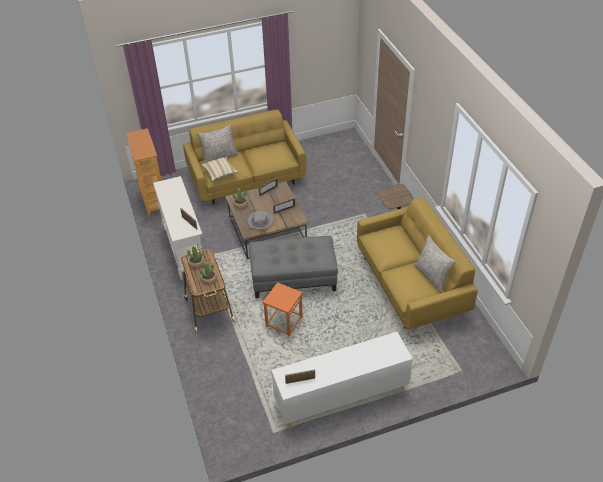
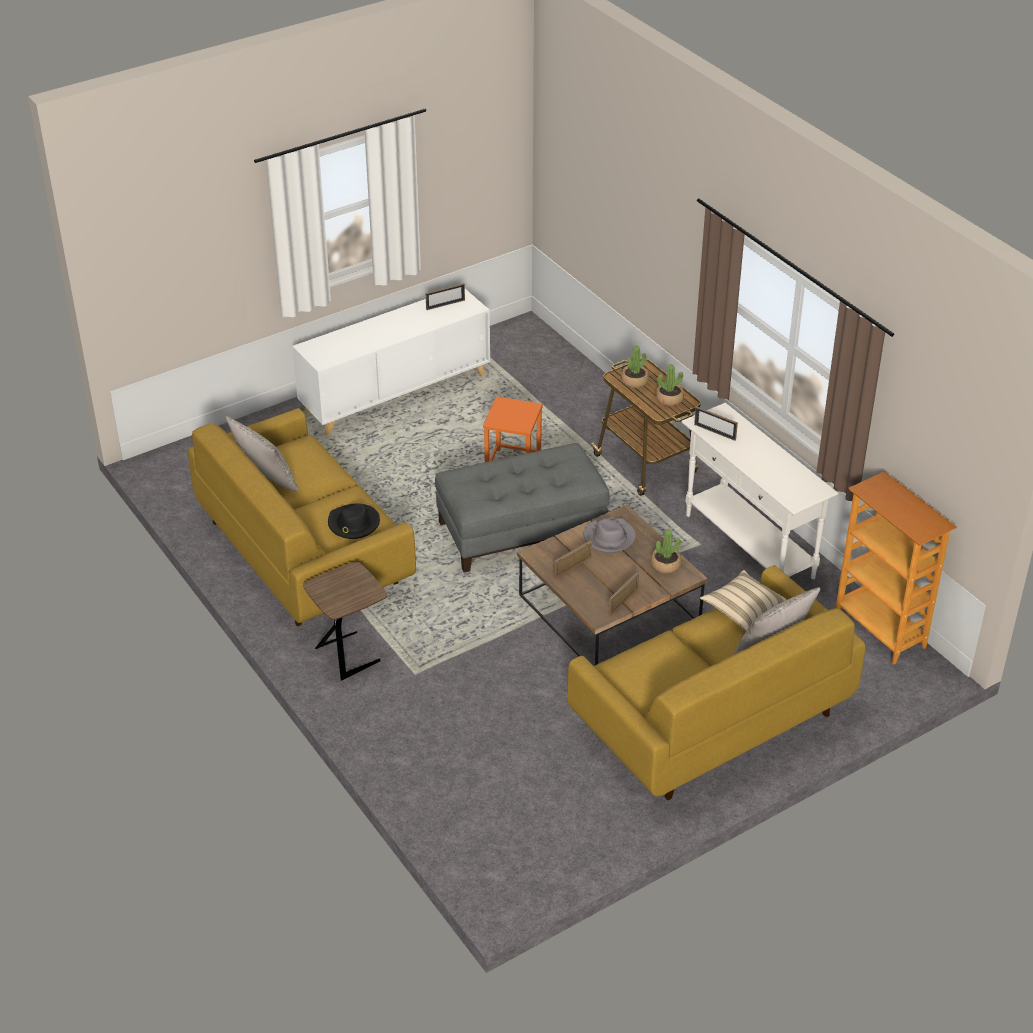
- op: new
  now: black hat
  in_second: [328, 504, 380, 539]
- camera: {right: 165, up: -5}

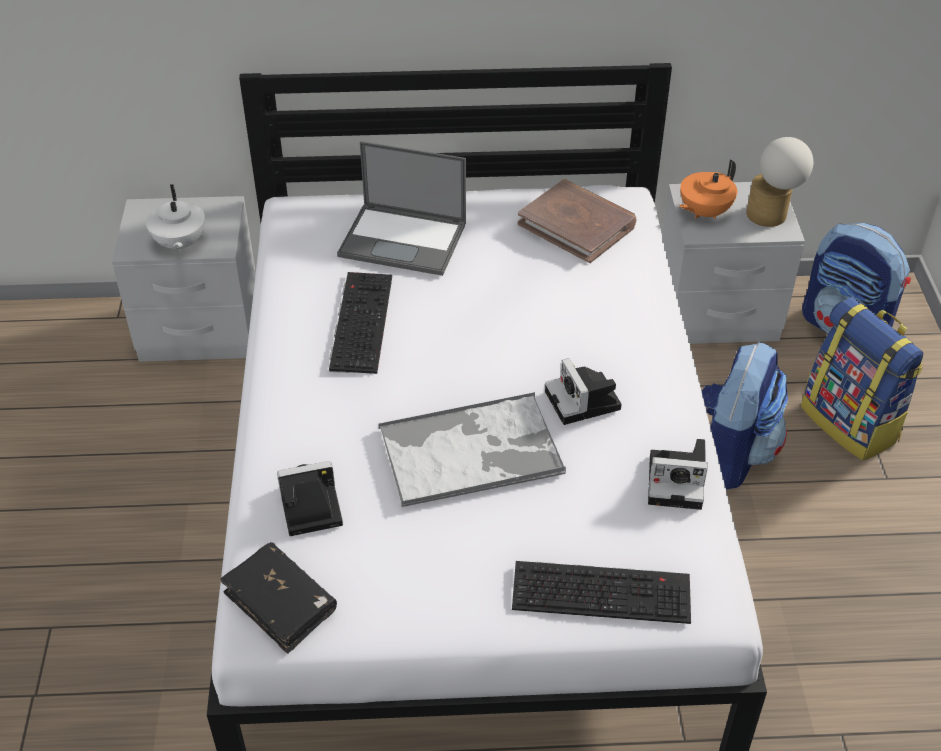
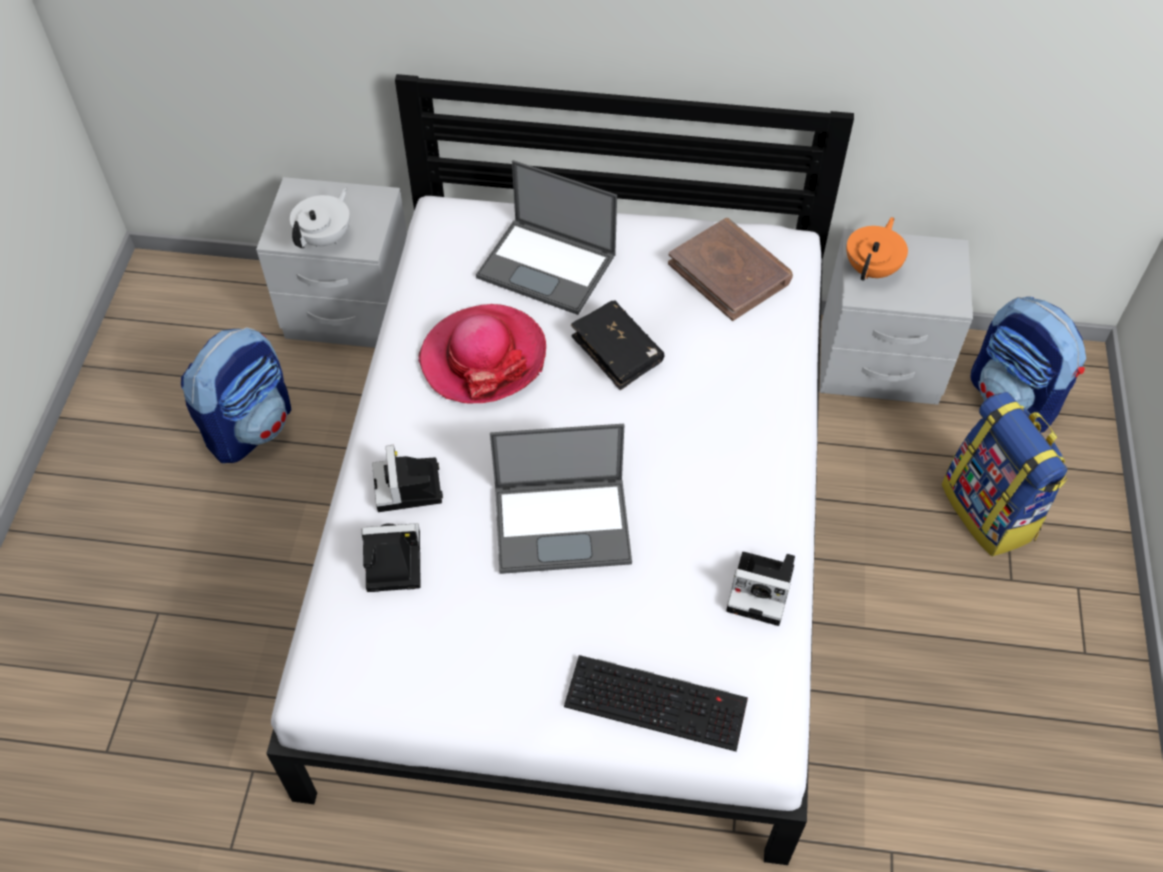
- op: shifted
  was: knapsack
  in_first: [701, 342, 788, 489]
  in_second: [181, 327, 292, 463]
- op: rotated
  was: white-coloured tea pot
  in_first: [146, 184, 205, 253]
  in_second: [290, 187, 350, 248]
  clockwise: -150
- op: shifted
  was: still camera
  in_first: [545, 358, 621, 425]
  in_second: [372, 445, 443, 512]
- op: swapped
  was: computer keyboard
  now: hat
  in_first: [329, 272, 392, 374]
  in_second: [418, 304, 546, 403]
- op: swapped
  was: tray
  now: portable computer
  in_first: [379, 392, 566, 507]
  in_second: [490, 424, 632, 574]
- op: shifted
  was: black book
  in_first: [220, 542, 337, 654]
  in_second: [571, 300, 664, 390]
- op: rotated
  was: orange-coloured tea pot
  in_first: [679, 160, 737, 219]
  in_second: [846, 217, 908, 281]
  clockwise: 150
- op: gone
  was: tabletop lamp
  in_first: [746, 137, 813, 227]
- camera: {right: 10, up: 10}

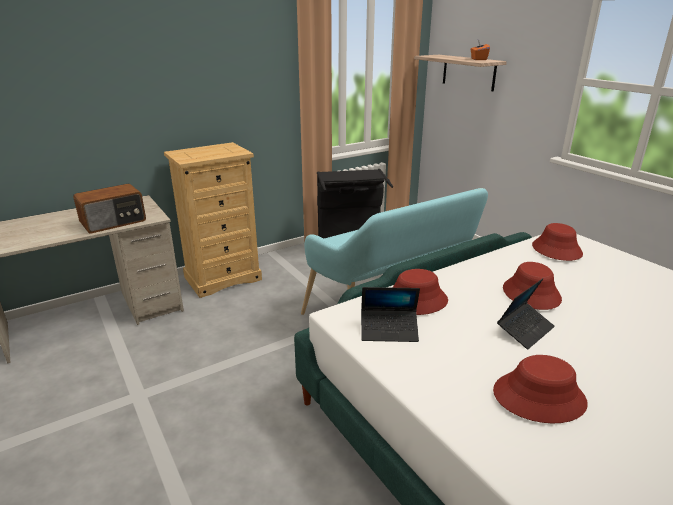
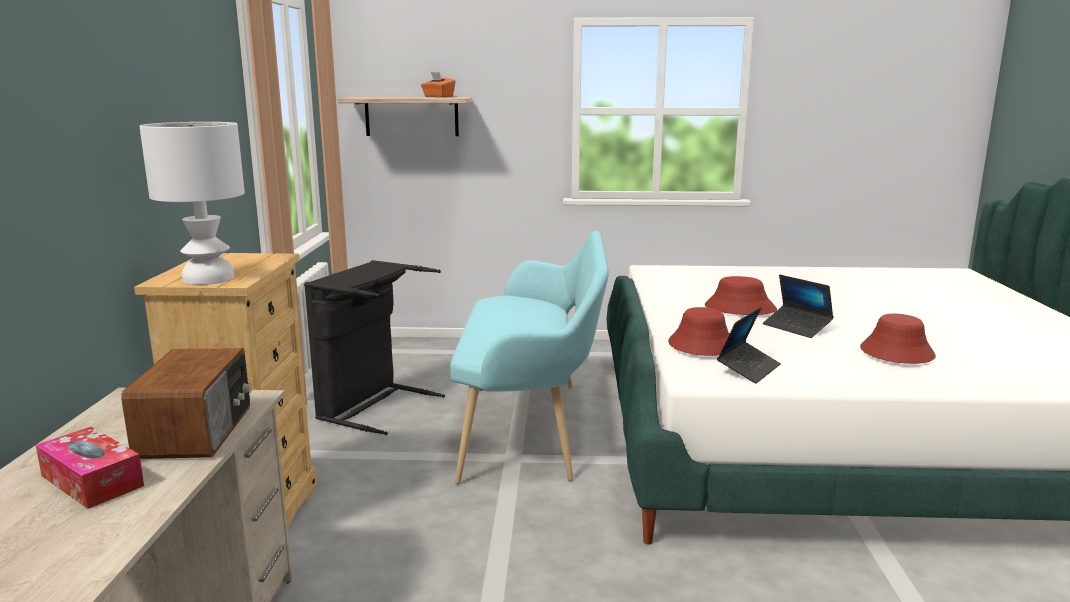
- op: new
  now: tissue holder
  in_second: [36, 427, 144, 509]
- op: new
  now: white-coloured tabletop lamp
  in_second: [139, 122, 245, 285]
- op: rotated
  was: portable computer
  in_first: [497, 279, 555, 349]
  in_second: [763, 275, 834, 338]
  clockwise: 150
- op: gone
  was: reddish hat
  in_first: [532, 223, 583, 261]
- camera: {right: -55, up: -10}

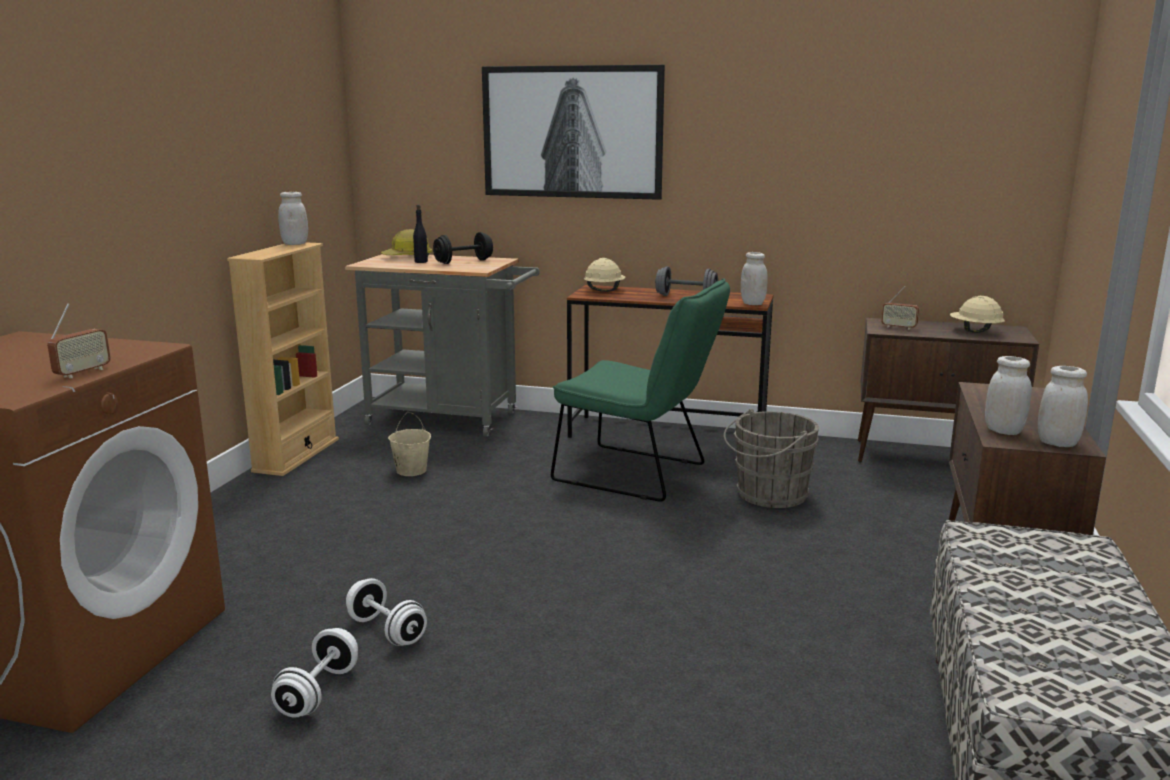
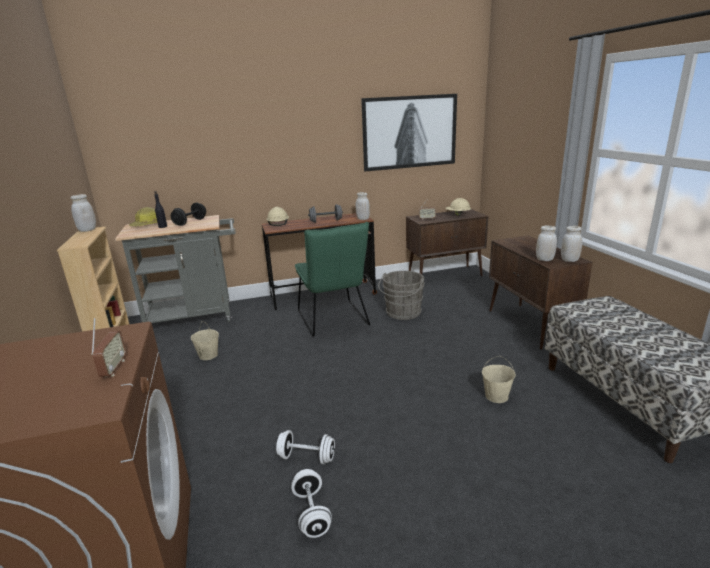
- op: rotated
  was: green-coloured upright chair
  in_first: [551, 278, 730, 502]
  in_second: [295, 222, 370, 337]
  clockwise: 75
- op: shifted
  was: wall art
  in_first: [482, 65, 665, 200]
  in_second: [361, 94, 457, 171]
- op: new
  now: beige-coloured pail
  in_second: [482, 356, 516, 403]
- camera: {right: -30, up: 5}

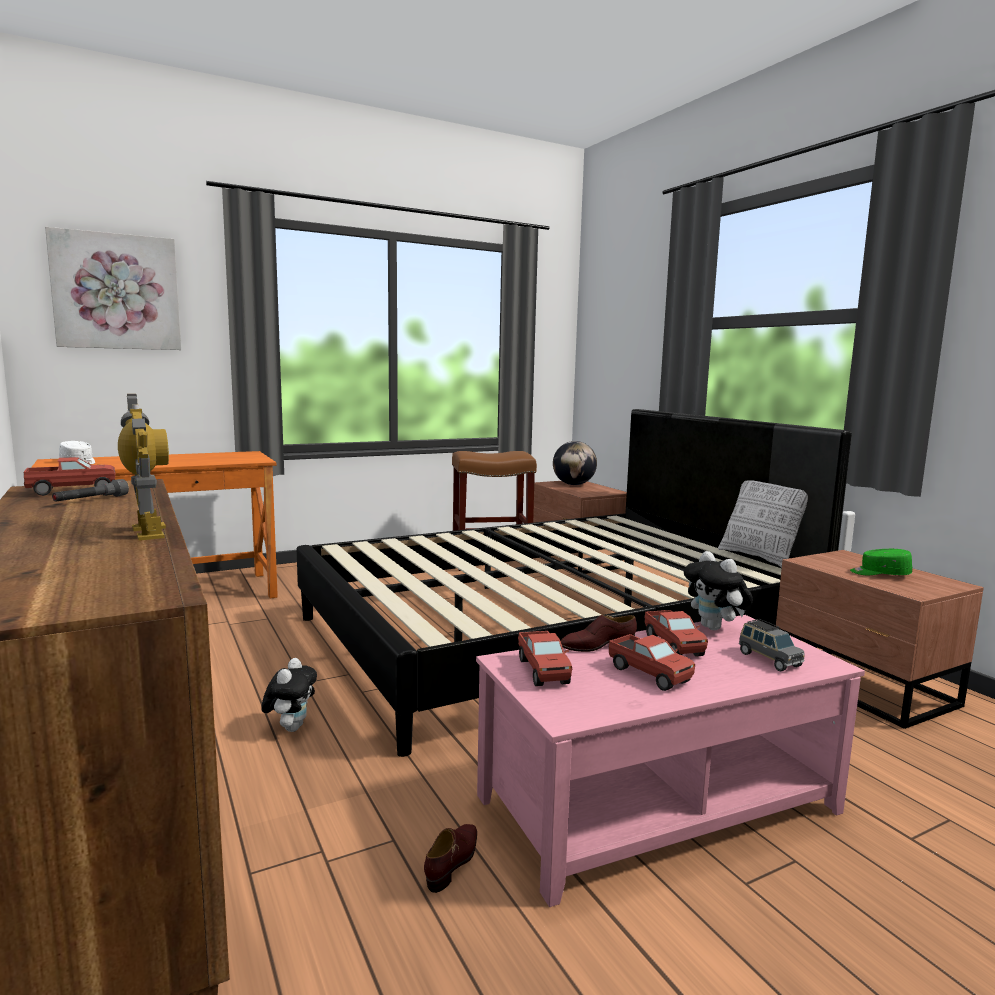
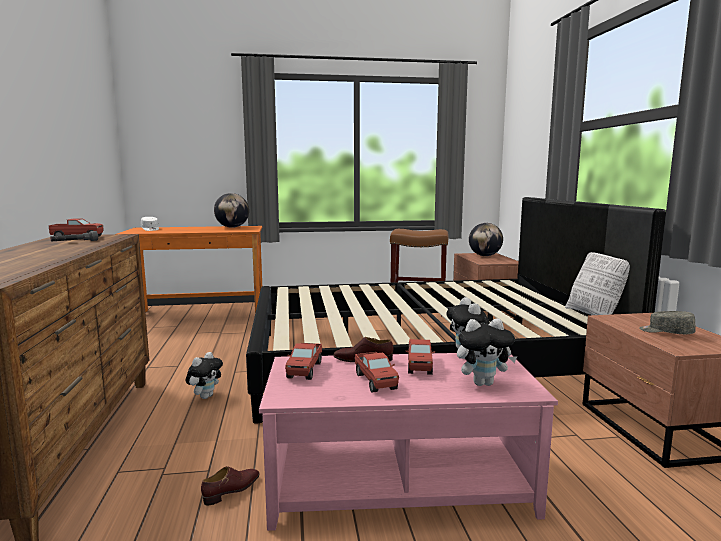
- op: new
  now: world globe
  in_second: [214, 193, 249, 228]
- op: swapped
  was: gray miniature car
  now: cuddly toy
  in_first: [739, 619, 804, 671]
  in_second: [457, 318, 517, 386]
- op: repainted
  was: green-coloured cap
  now: gray cap
  in_first: [850, 549, 912, 575]
  in_second: [639, 311, 696, 334]
- op: gone
  was: wall art
  in_first: [45, 227, 181, 350]
- op: gone
  was: robot figure
  in_first: [118, 394, 169, 541]
- camera: {right: 20, up: 0}

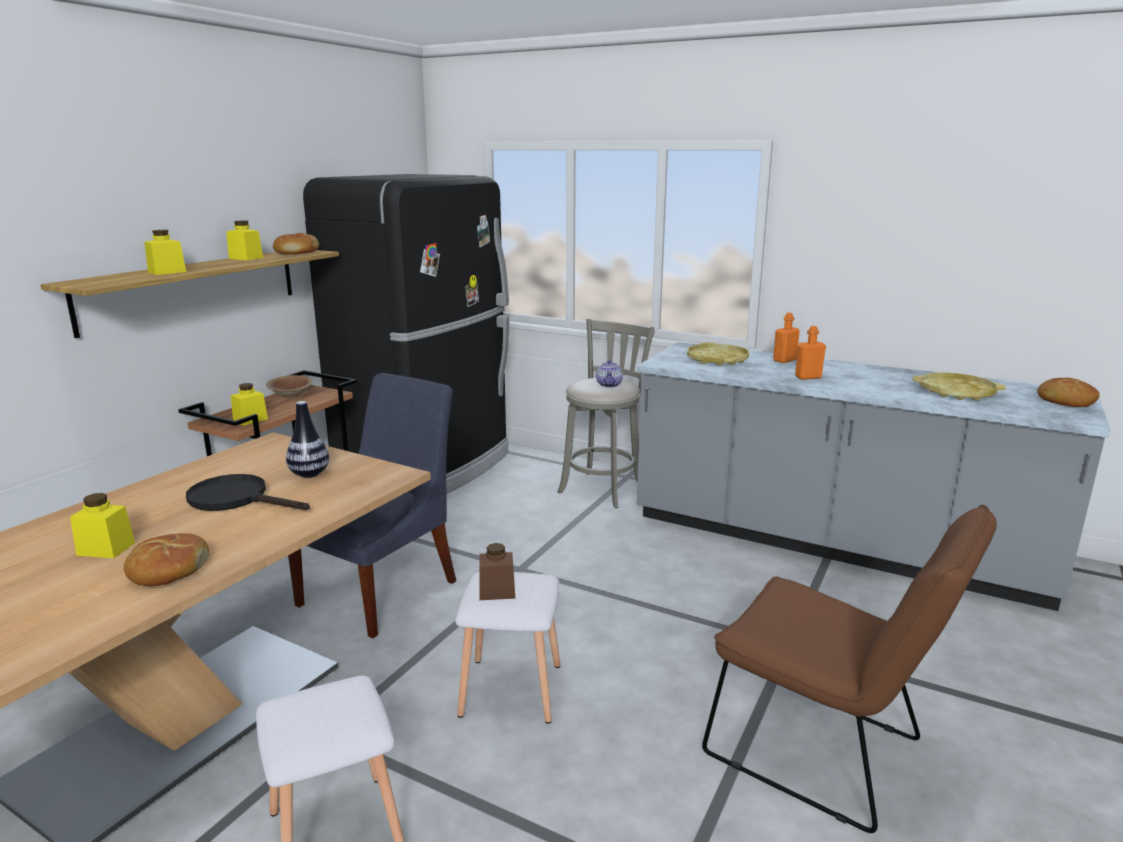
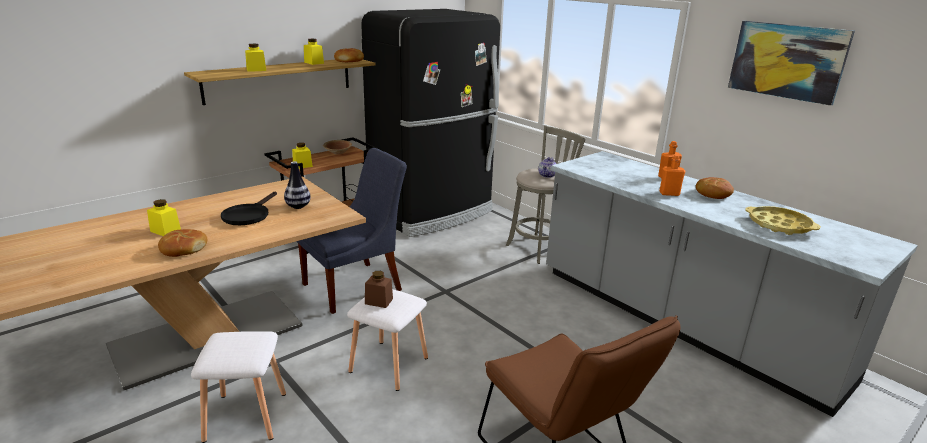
- op: rotated
  was: black skillet
  in_first: [186, 474, 310, 511]
  in_second: [221, 191, 277, 225]
  clockwise: -120
- op: shifted
  was: baked bread
  in_first: [1037, 378, 1100, 407]
  in_second: [696, 177, 734, 199]
- op: new
  now: wall art
  in_second: [728, 21, 855, 106]
- op: gone
  was: yellow-coloured tray
  in_first: [687, 342, 749, 366]
- camera: {right: 20, up: 5}

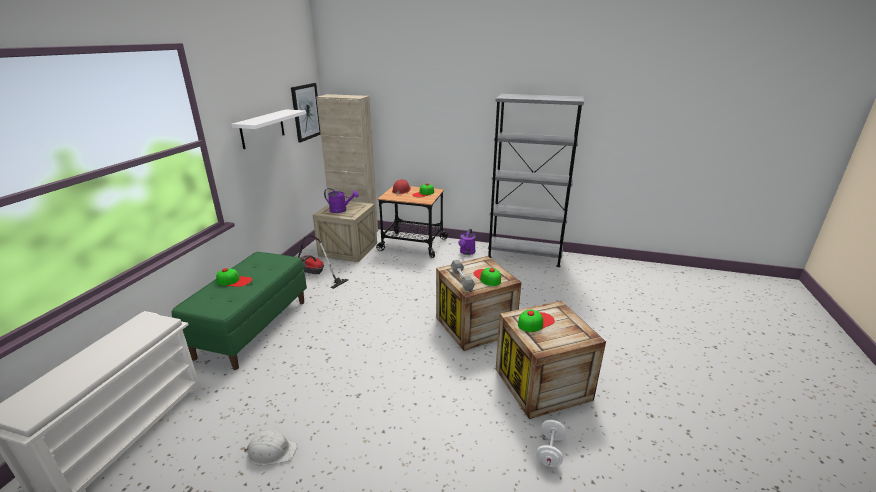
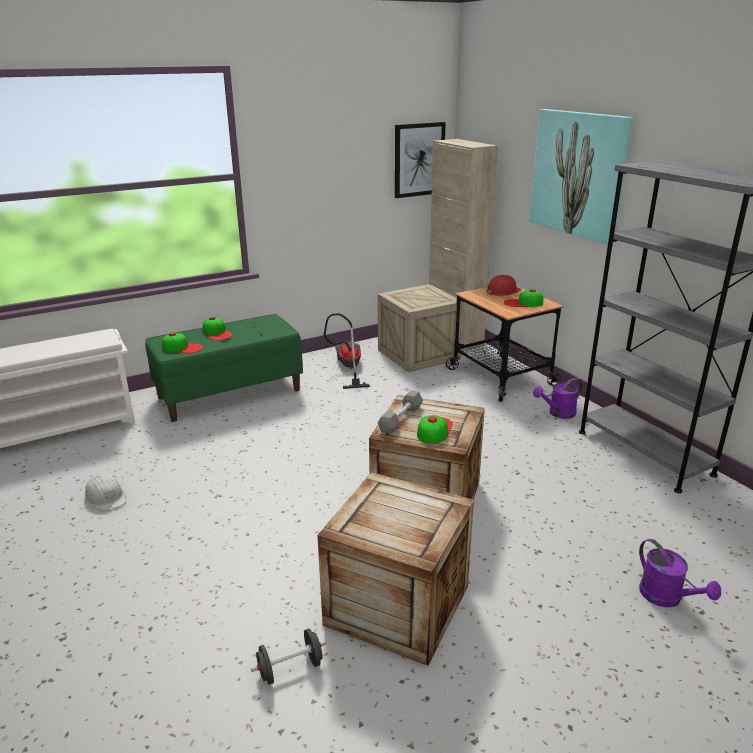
- op: shifted
  was: cap
  in_first: [518, 309, 555, 332]
  in_second: [162, 332, 203, 353]
- op: repainted
  was: white-coloured dumbbell
  now: black dumbbell
  in_first: [536, 420, 566, 467]
  in_second: [251, 629, 327, 685]
- op: new
  now: wall art
  in_second: [529, 109, 633, 245]
- op: shifted
  was: purple watering pot
  in_first: [324, 188, 359, 213]
  in_second: [639, 539, 721, 607]
- op: gone
  was: white-coloured shelf
  in_first: [231, 109, 306, 149]
- camera: {right: 45, up: 0}

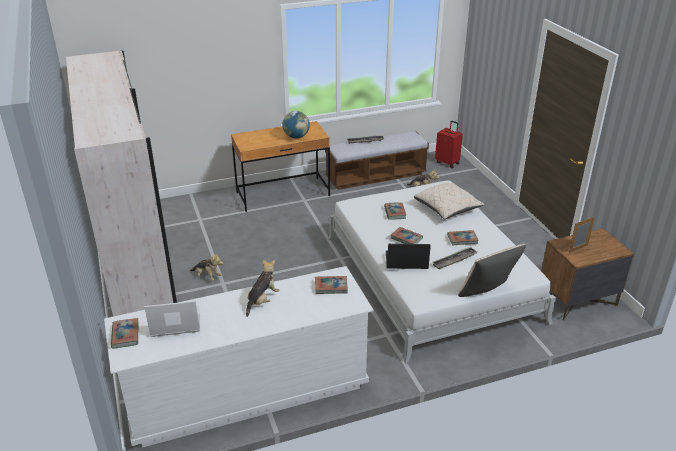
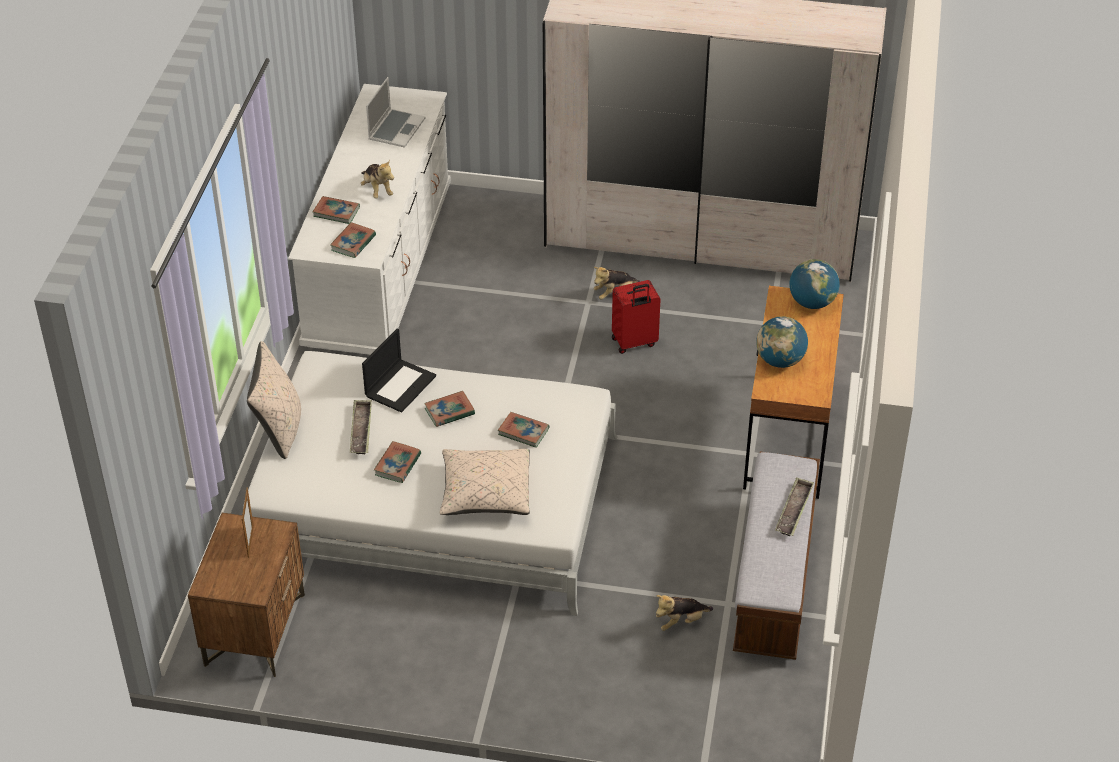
- op: shifted
  was: book
  in_first: [111, 318, 138, 349]
  in_second: [313, 196, 360, 224]
- op: shifted
  was: reddish travel case
  in_first: [435, 121, 463, 168]
  in_second: [612, 280, 661, 354]
- op: new
  now: world globe
  in_second: [789, 259, 840, 309]
- camera: {right: 120, up: 10}

